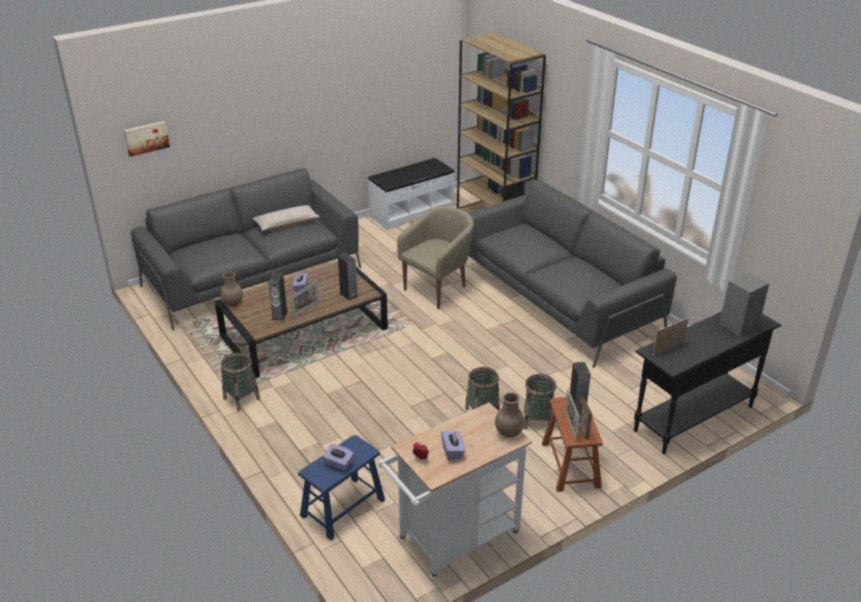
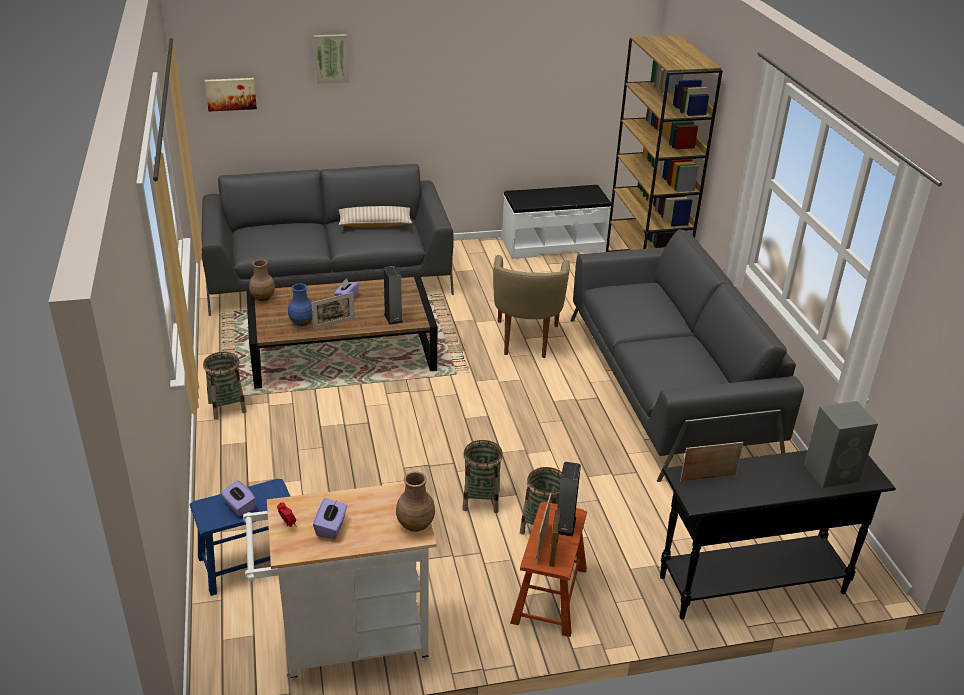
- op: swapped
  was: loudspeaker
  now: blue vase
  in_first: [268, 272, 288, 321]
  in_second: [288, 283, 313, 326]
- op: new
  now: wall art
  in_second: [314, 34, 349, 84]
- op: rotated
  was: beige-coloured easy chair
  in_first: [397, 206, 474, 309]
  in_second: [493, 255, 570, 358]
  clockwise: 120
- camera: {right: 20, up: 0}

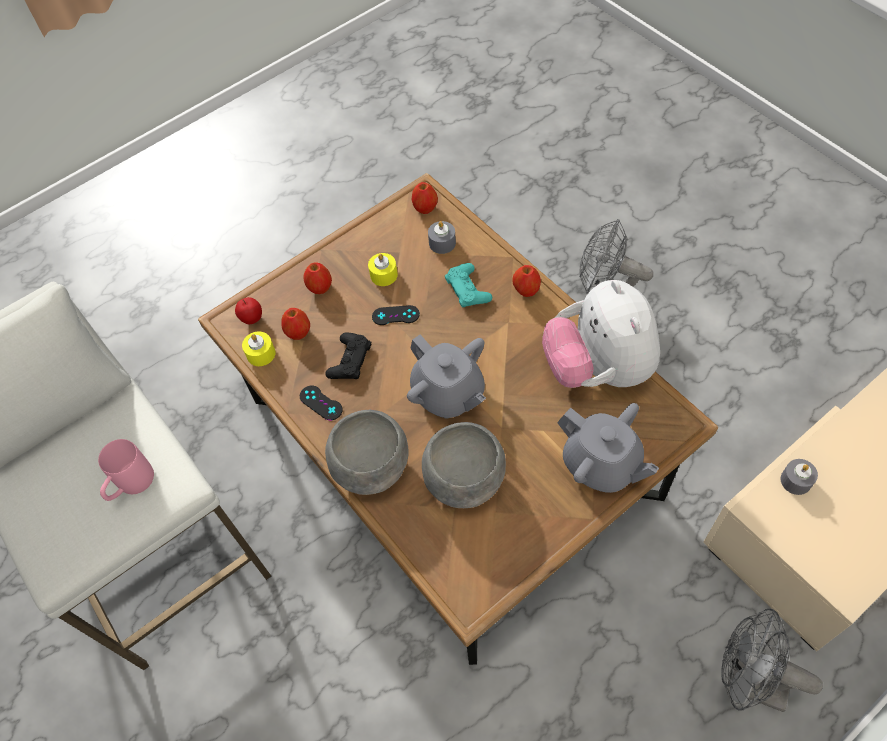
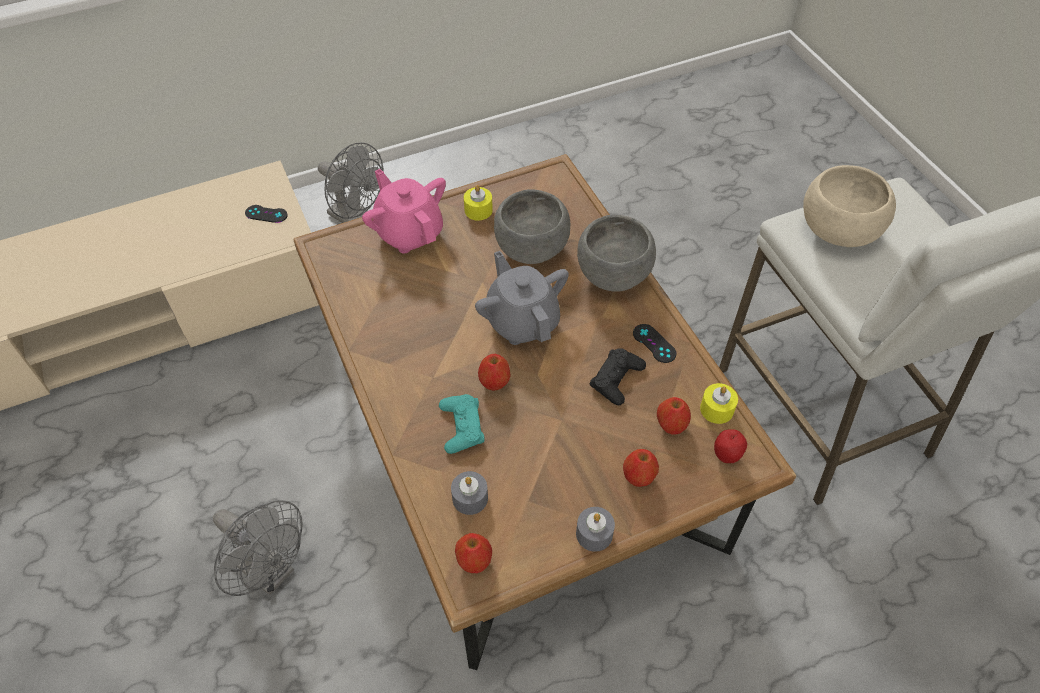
- op: shifted
  was: black game controller
  in_first: [372, 305, 420, 325]
  in_second: [245, 205, 288, 223]
- op: repainted
  was: gray tea pot
  now: pink-coloured tea pot
  in_first: [557, 403, 659, 493]
  in_second: [362, 169, 446, 254]
- op: shifted
  was: yellow-coloured candle
  in_first: [368, 253, 398, 286]
  in_second: [464, 185, 493, 221]
- op: shifted
  was: apple
  in_first: [512, 265, 541, 297]
  in_second: [478, 354, 511, 391]
- op: shifted
  was: gray candle
  in_first: [781, 459, 818, 495]
  in_second: [576, 507, 615, 552]
- op: swapped
  was: pink-coloured mug
  now: beige-coloured bowl
  in_first: [98, 439, 154, 501]
  in_second: [803, 165, 896, 247]
- op: gone
  was: cuddly toy
  in_first: [542, 280, 660, 388]
- camera: {right: -170, up: -5}

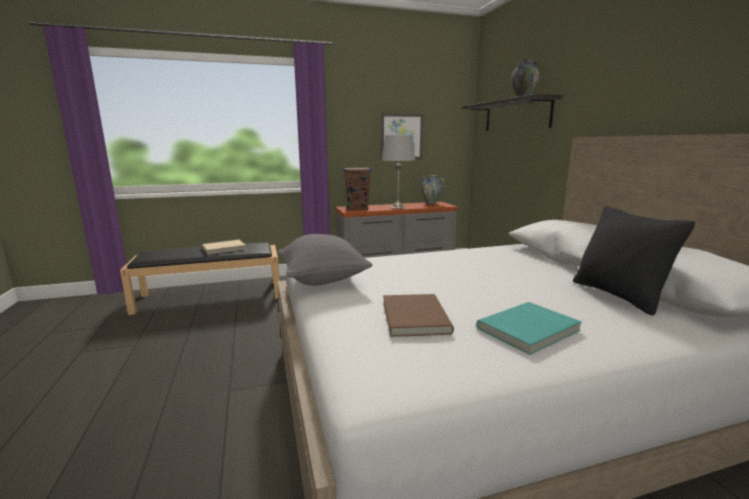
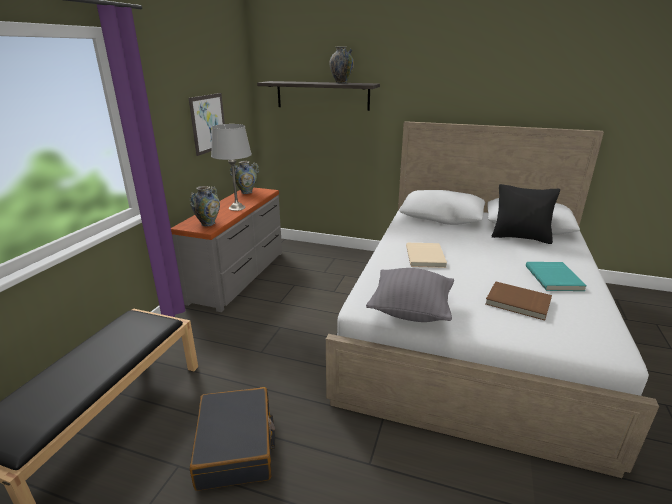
- op: swapped
  was: brown loudspeaker
  now: vase
  in_first: [344, 167, 371, 211]
  in_second: [190, 186, 220, 226]
- op: new
  now: black travel case
  in_second: [190, 387, 275, 491]
- op: shifted
  was: beige-coloured book
  in_first: [202, 240, 246, 255]
  in_second: [406, 243, 447, 268]
- camera: {right: -55, up: 10}

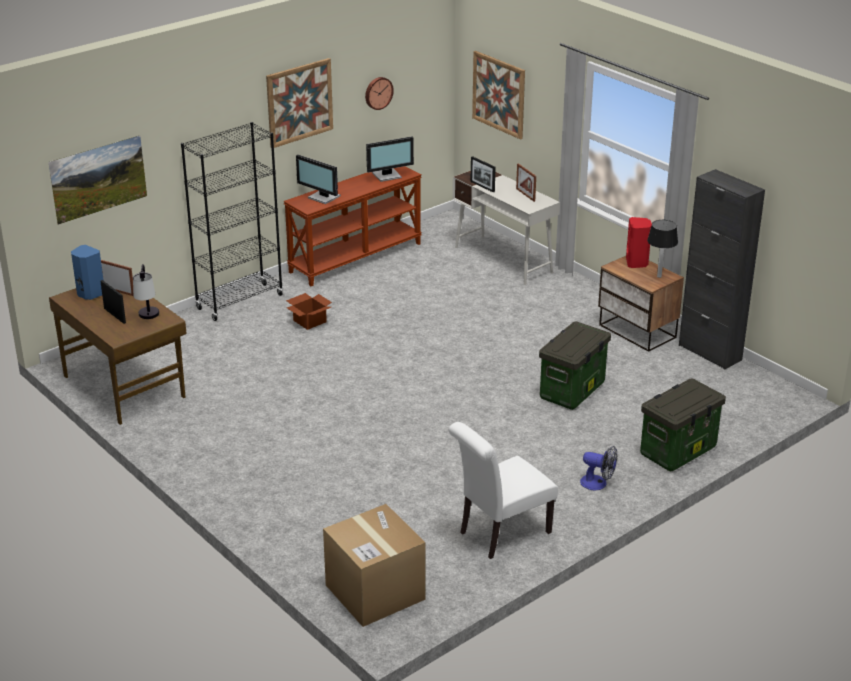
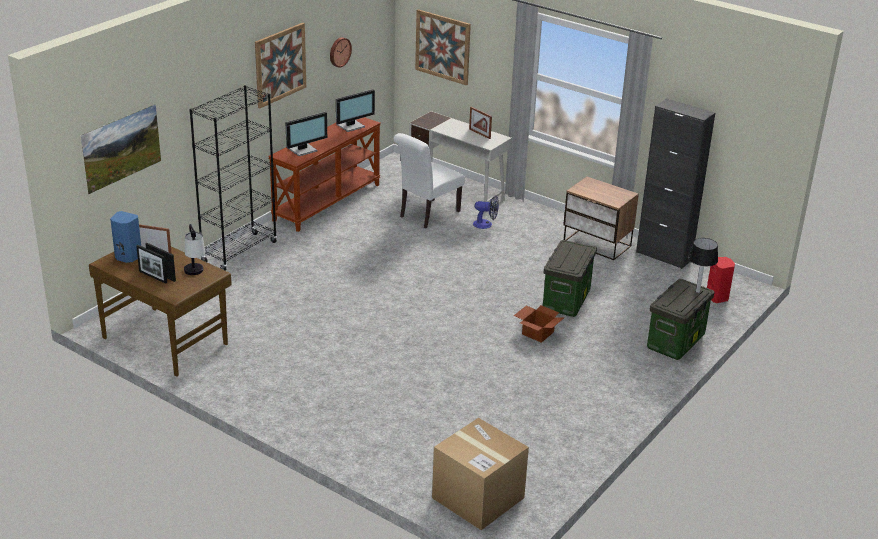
- op: shifted
  was: photo frame
  in_first: [471, 156, 496, 193]
  in_second: [136, 245, 167, 284]
- op: rotated
  was: computer screen
  in_first: [296, 155, 341, 204]
  in_second: [285, 112, 327, 156]
  clockwise: -60
- op: shifted
  was: white-coloured upright chair
  in_first: [449, 422, 558, 559]
  in_second: [394, 133, 465, 228]
- op: shifted
  was: electric fan
  in_first: [580, 446, 617, 490]
  in_second: [473, 195, 499, 229]
- op: shifted
  was: packing box
  in_first: [286, 293, 332, 330]
  in_second: [514, 305, 564, 343]
- op: shifted
  was: tabletop lamp
  in_first: [647, 220, 678, 278]
  in_second: [688, 238, 718, 293]
- op: shifted
  was: reddish loudspeaker
  in_first: [626, 217, 652, 268]
  in_second: [707, 257, 735, 303]
- camera: {right: -15, up: 0}

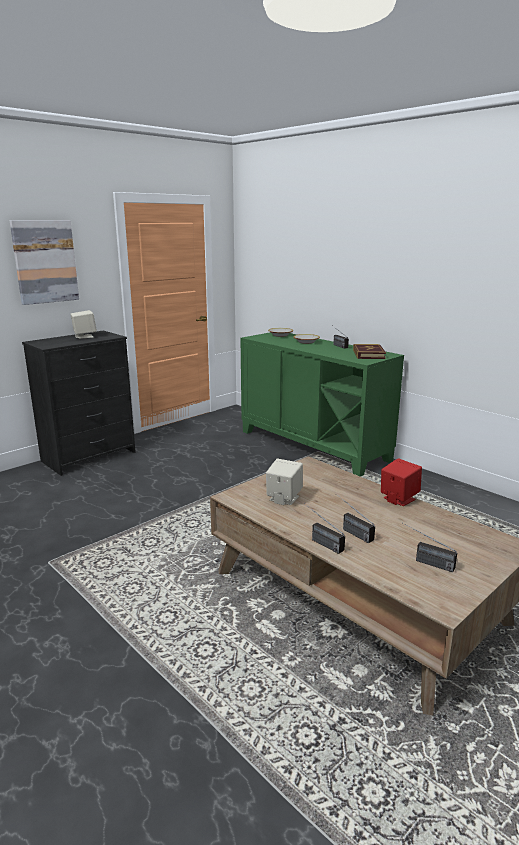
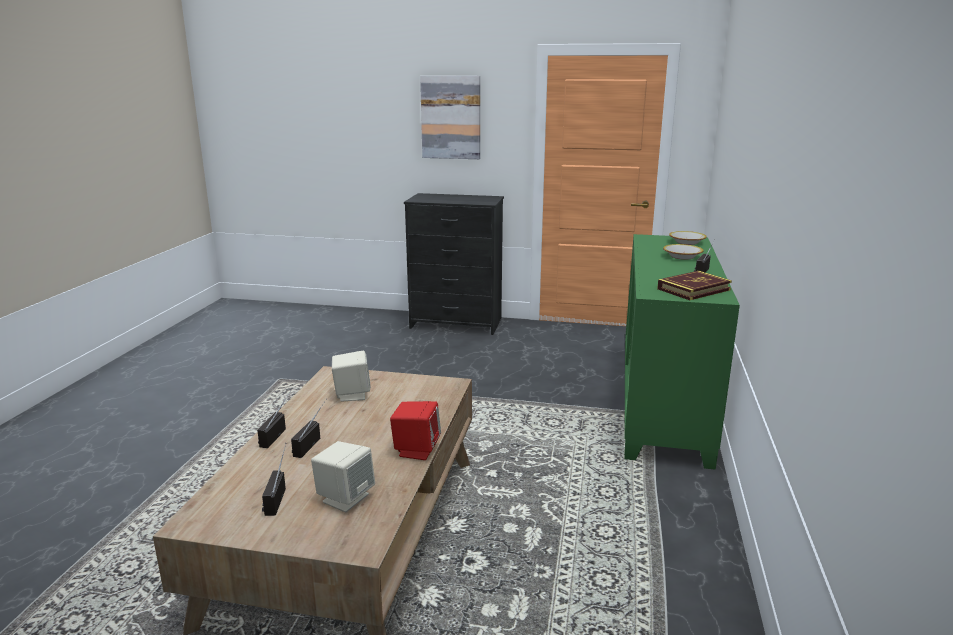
- op: shifted
  was: beige-coloured loudspeaker
  in_first: [70, 310, 97, 339]
  in_second: [311, 441, 375, 512]
- camera: {right: 55, up: 0}

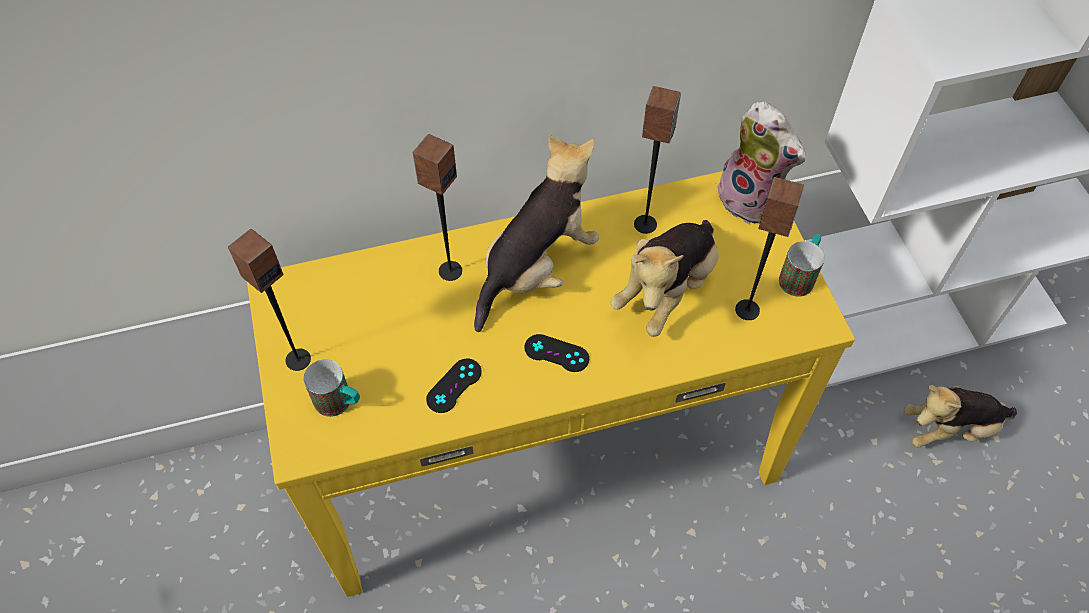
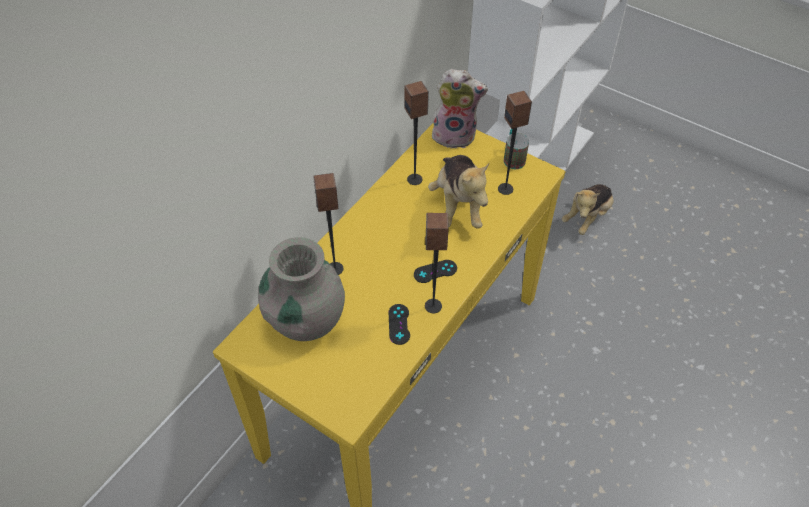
- op: new
  now: gray vase
  in_second: [258, 237, 345, 341]
- op: shifted
  was: loudspeaker
  in_first: [228, 228, 311, 371]
  in_second: [425, 213, 449, 314]
- op: gone
  was: mug
  in_first: [304, 359, 360, 417]
- op: gone
  was: cuddly toy
  in_first: [474, 135, 599, 332]
- camera: {right: -40, up: -5}

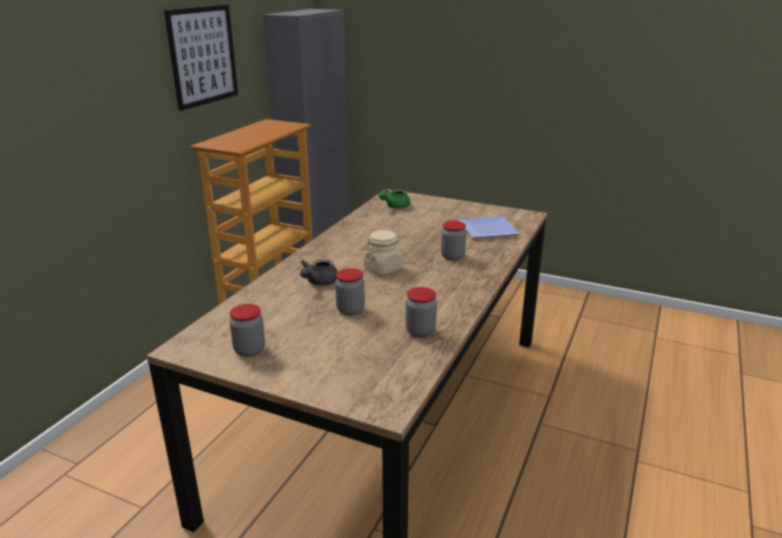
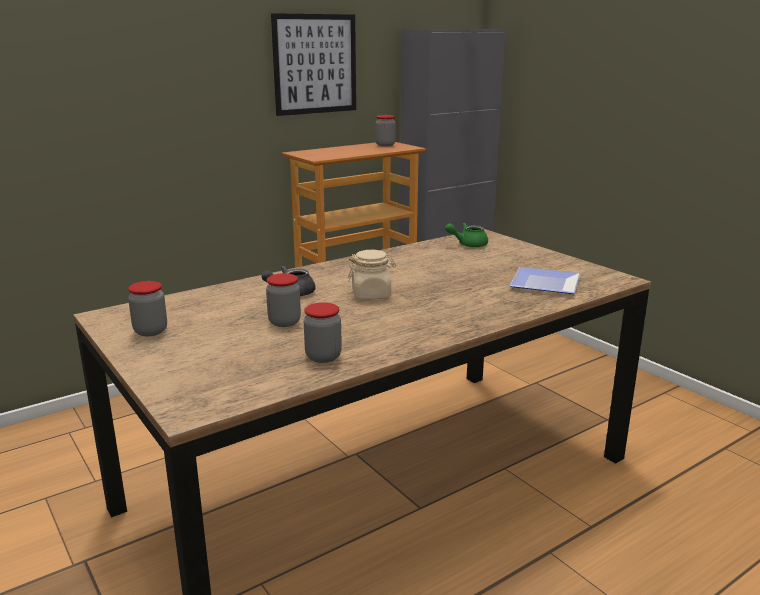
- op: shifted
  was: jar
  in_first: [441, 221, 466, 261]
  in_second: [375, 115, 396, 147]
- camera: {right: 30, up: -5}

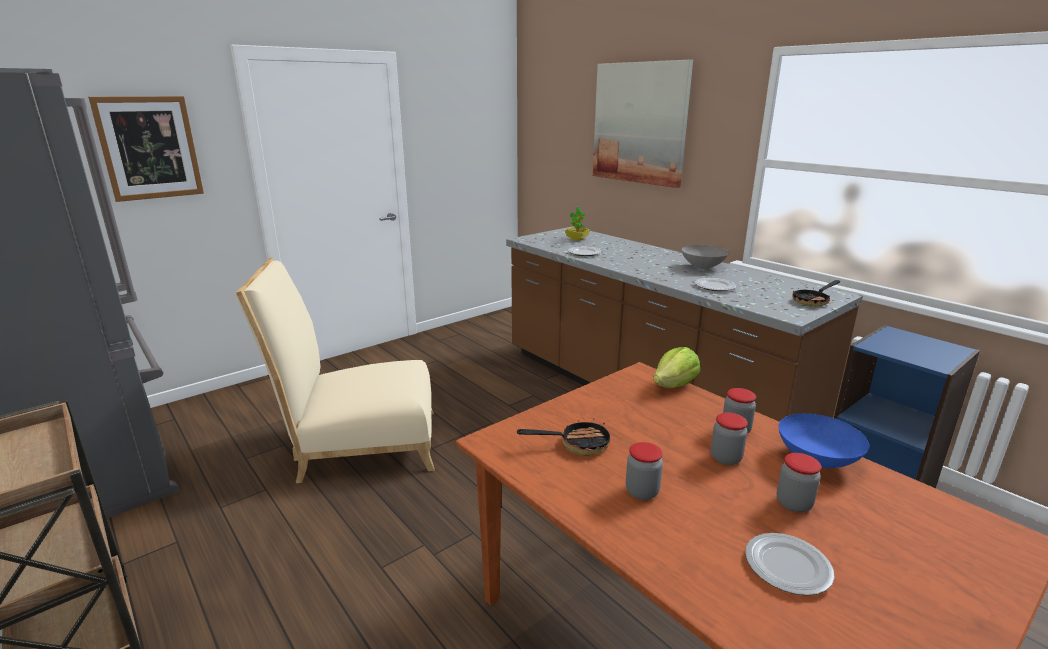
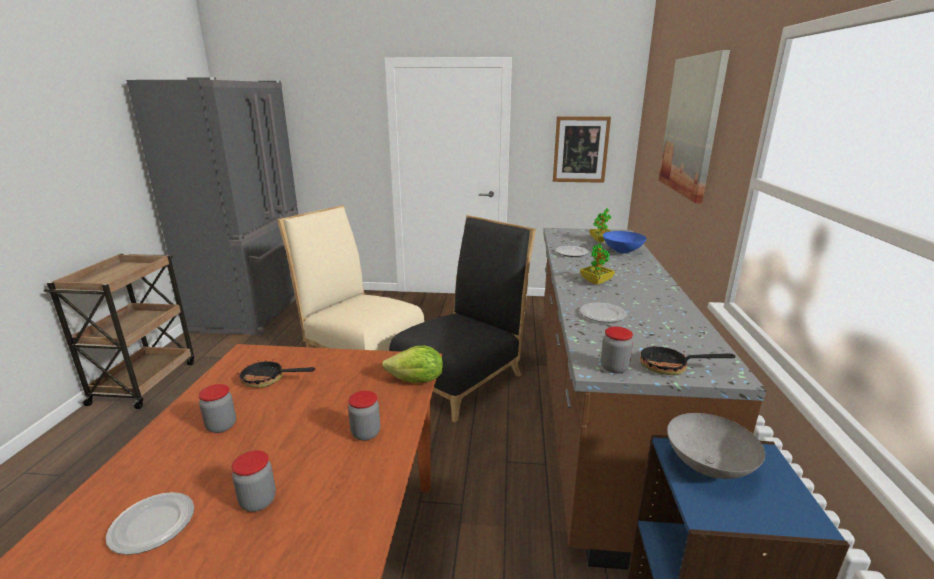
- op: rotated
  was: skillet
  in_first: [517, 420, 610, 455]
  in_second: [237, 354, 315, 388]
  clockwise: 150
- op: new
  now: black upright chair
  in_second: [389, 215, 536, 422]
- op: shifted
  was: wall art
  in_first: [88, 96, 204, 202]
  in_second: [553, 116, 611, 183]
- op: new
  now: potted plant
  in_second: [580, 243, 615, 285]
- op: shifted
  was: jar
  in_first: [711, 413, 748, 465]
  in_second: [601, 327, 633, 373]
- op: shifted
  was: blue bowl
  in_first: [778, 413, 869, 468]
  in_second: [603, 231, 647, 254]
- op: shifted
  was: gray bowl
  in_first: [681, 245, 729, 269]
  in_second: [667, 413, 765, 479]
- camera: {right: 45, up: 0}

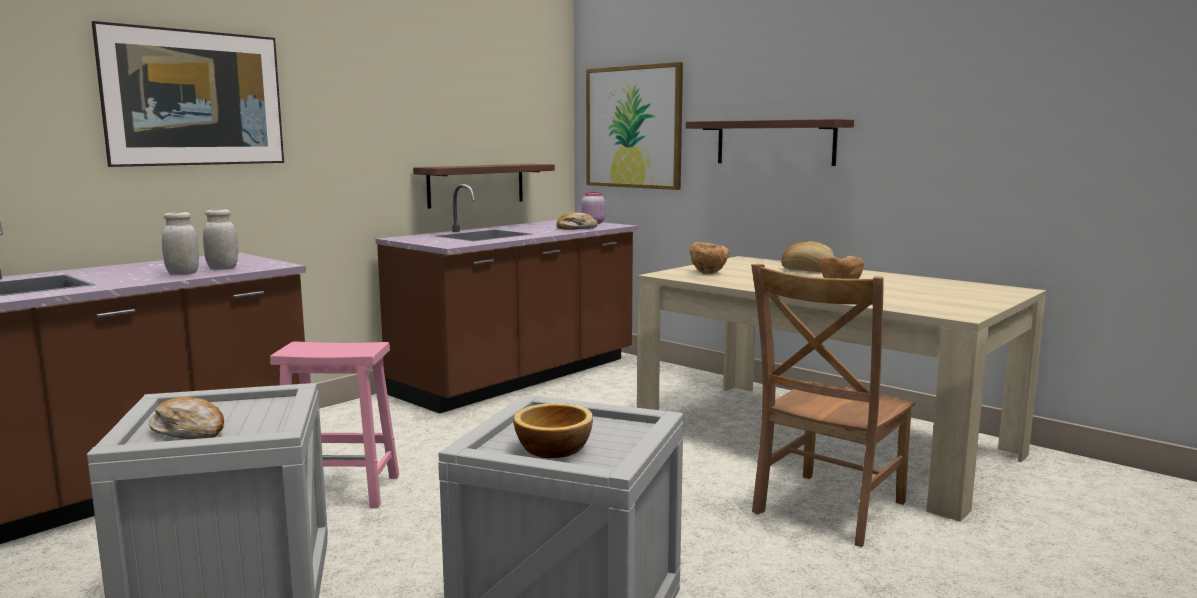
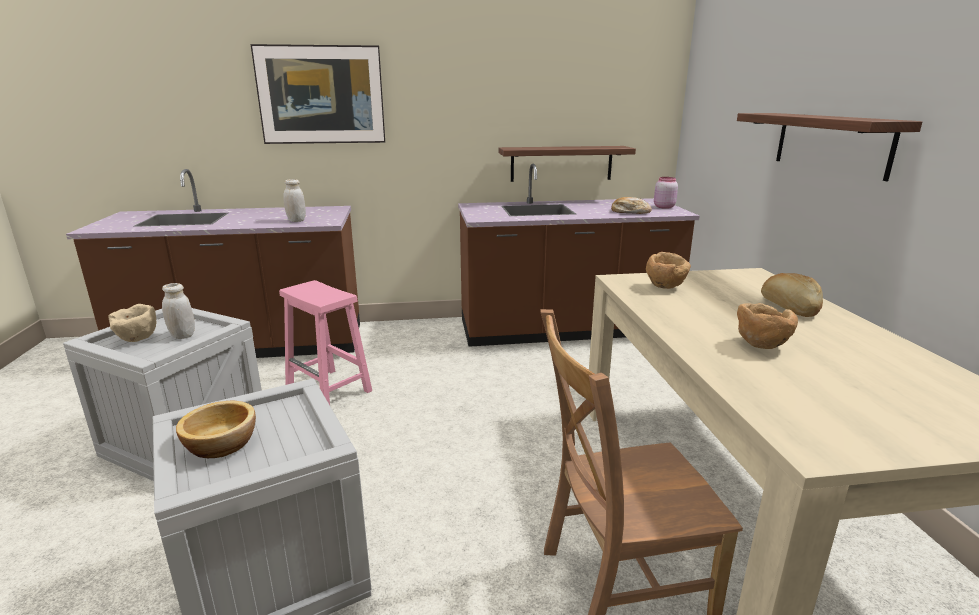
- op: swapped
  was: baked bread
  now: beige-coloured bowl
  in_first: [149, 397, 224, 439]
  in_second: [108, 304, 156, 342]
- op: shifted
  was: white-coloured jar
  in_first: [162, 212, 199, 275]
  in_second: [162, 283, 195, 339]
- op: gone
  was: wall art
  in_first: [586, 62, 683, 190]
- camera: {right: 40, up: 10}

